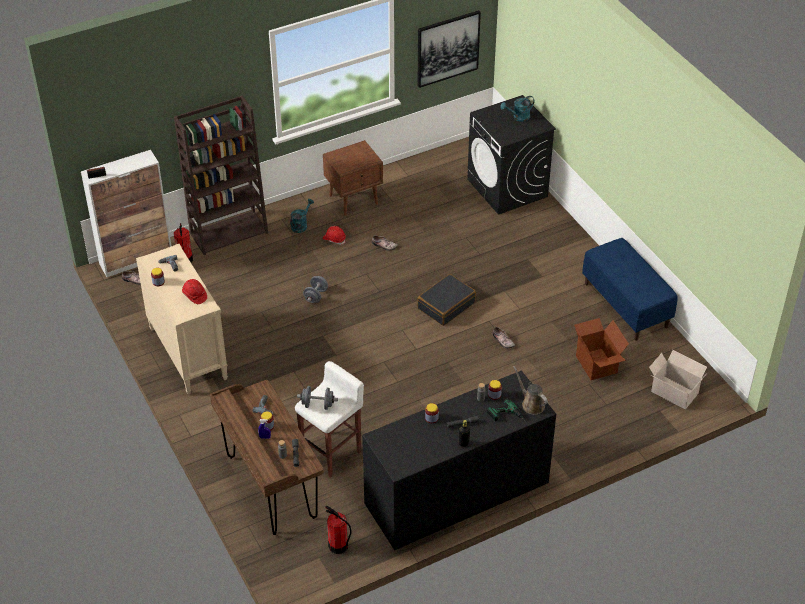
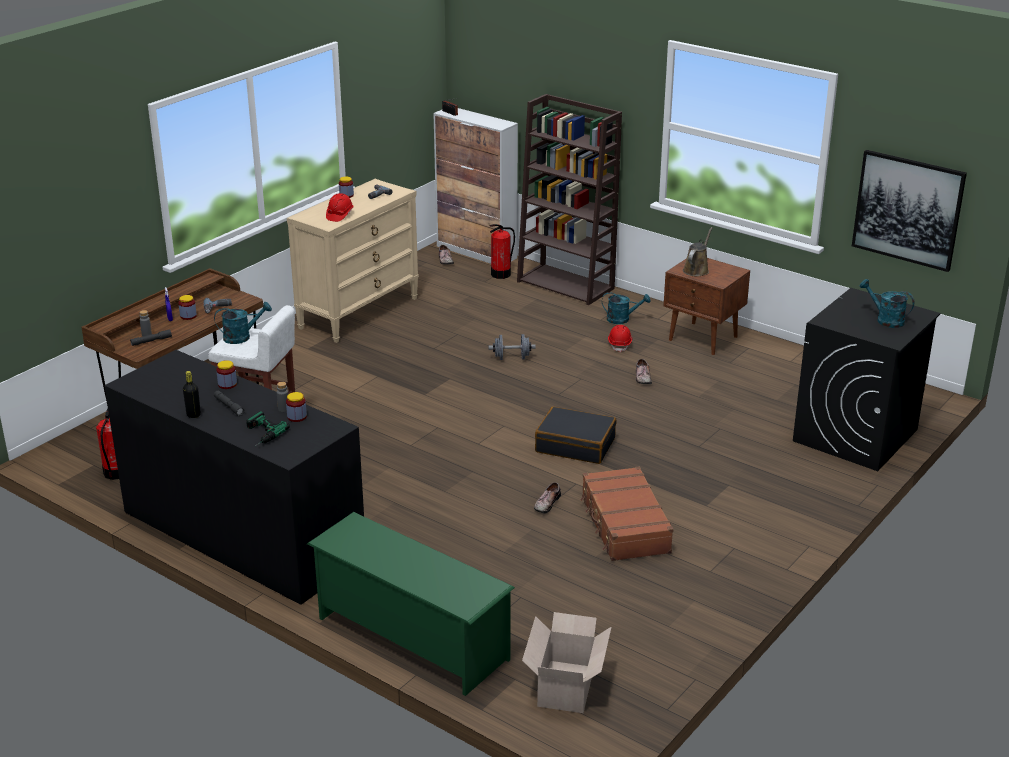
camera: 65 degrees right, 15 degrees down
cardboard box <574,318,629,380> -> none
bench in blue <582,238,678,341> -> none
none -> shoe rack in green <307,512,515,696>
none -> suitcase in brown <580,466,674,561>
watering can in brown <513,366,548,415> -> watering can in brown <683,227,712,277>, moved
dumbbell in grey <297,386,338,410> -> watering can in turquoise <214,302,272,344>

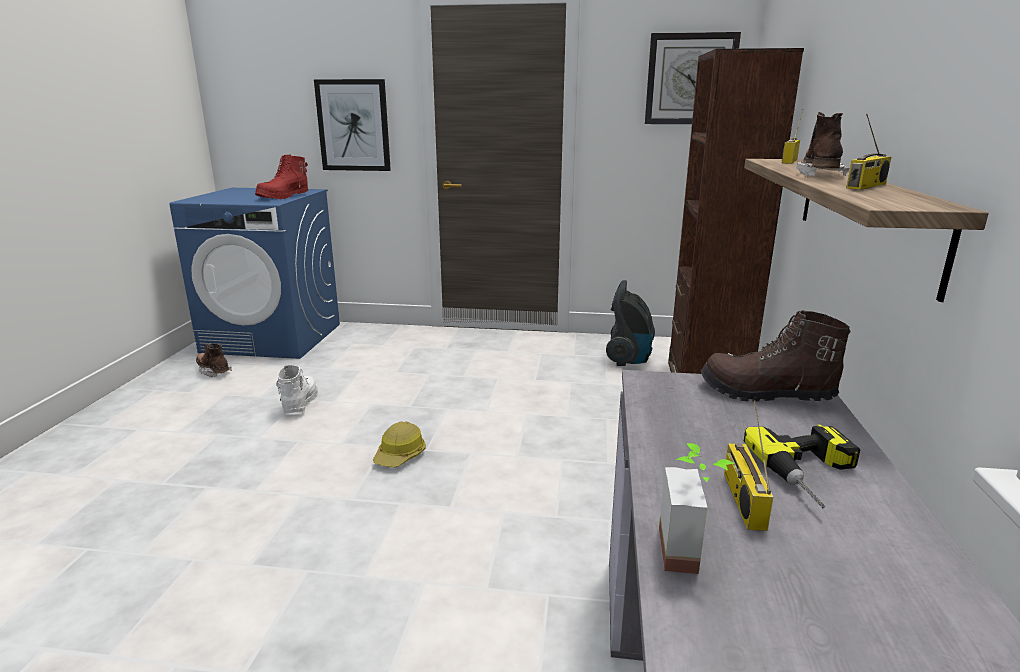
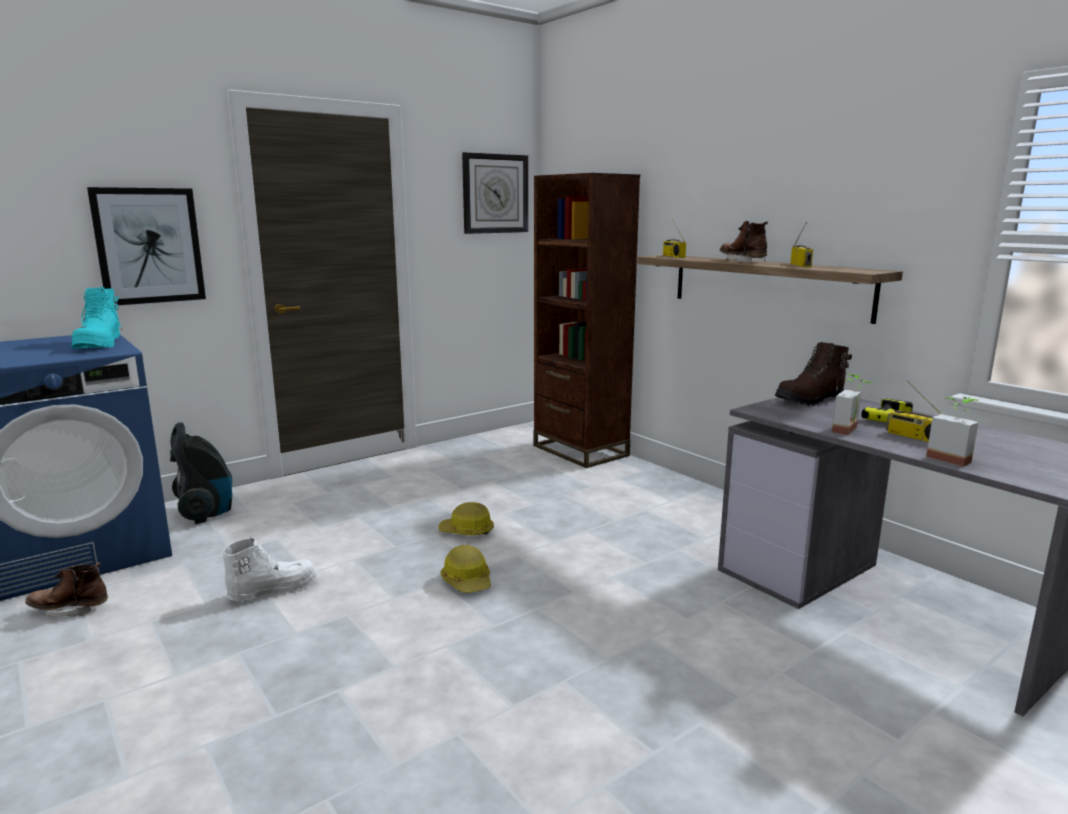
camera: 45 degrees left, 5 degrees down
none -> hard hat <439,502,494,535>
none -> potted plant <832,374,872,435>
vacuum cleaner <606,280,655,366> -> vacuum cleaner <170,422,232,524>, moved
boot in red <255,154,308,199> -> boot in turquoise <71,287,122,349>
boot in white <276,365,318,415> -> boot in white <222,537,318,601>, 105 degrees clockwise

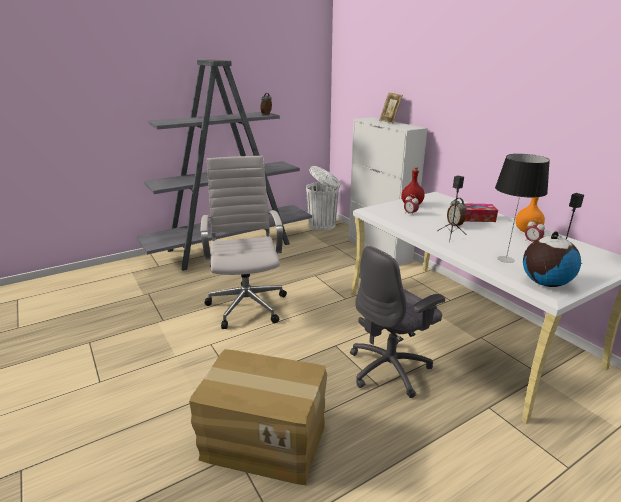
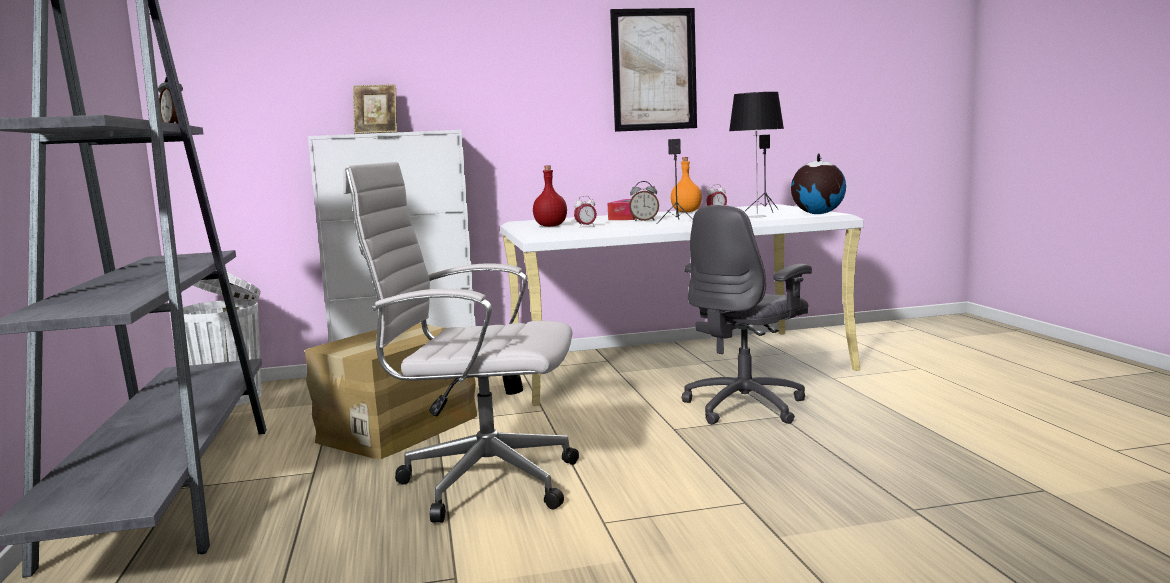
camera: 70 degrees left, 15 degrees down
none -> picture <610,8,697,132>
cardboard box <189,349,327,486> -> cardboard box <305,323,477,459>, moved
office chair in grey <350,246,445,398> -> office chair in grey <682,205,812,425>, 60 degrees clockwise

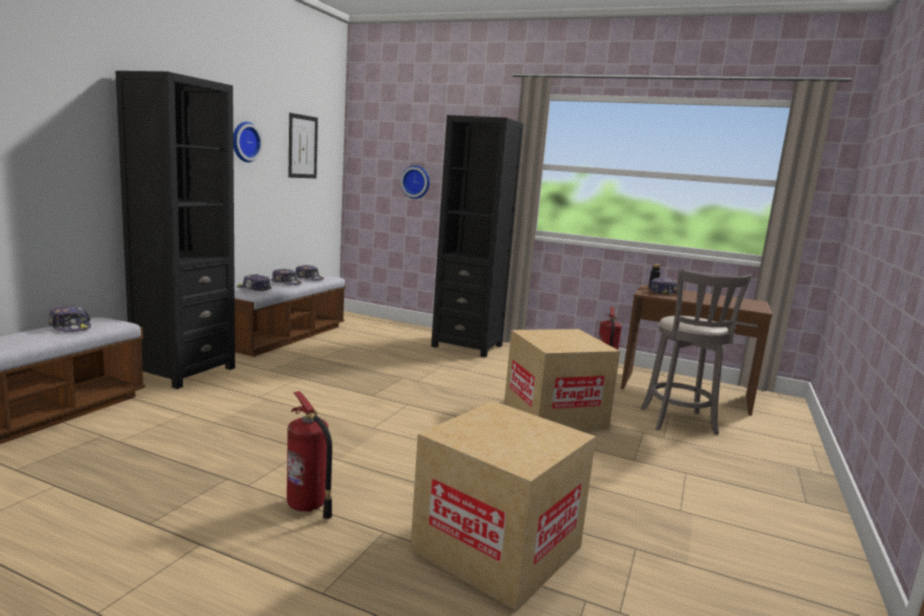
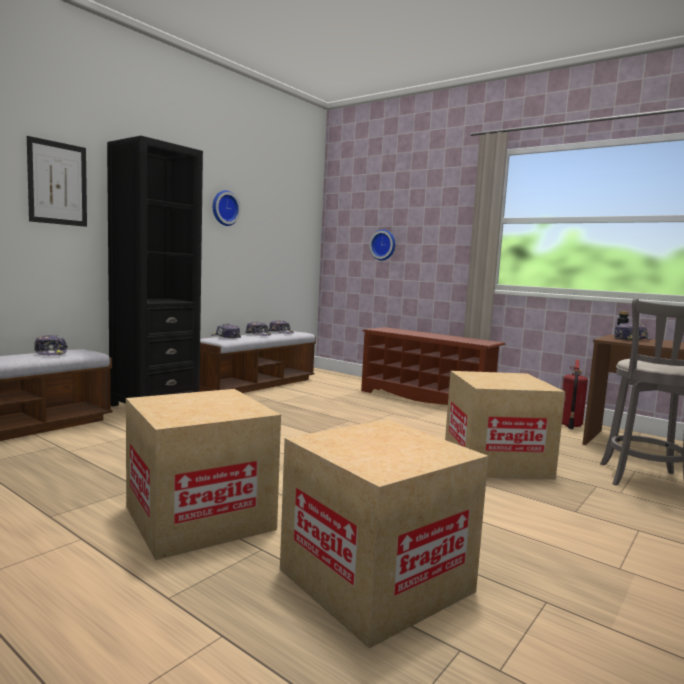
camera: 15 degrees right, 5 degrees down
picture <289,113,318,178> -> picture <27,136,87,227>, moved
fire extinguisher <287,391,332,519> -> cardboard box <126,389,281,560>
bookcase in black <431,115,524,357> -> shoe rack in brown <361,327,506,405>

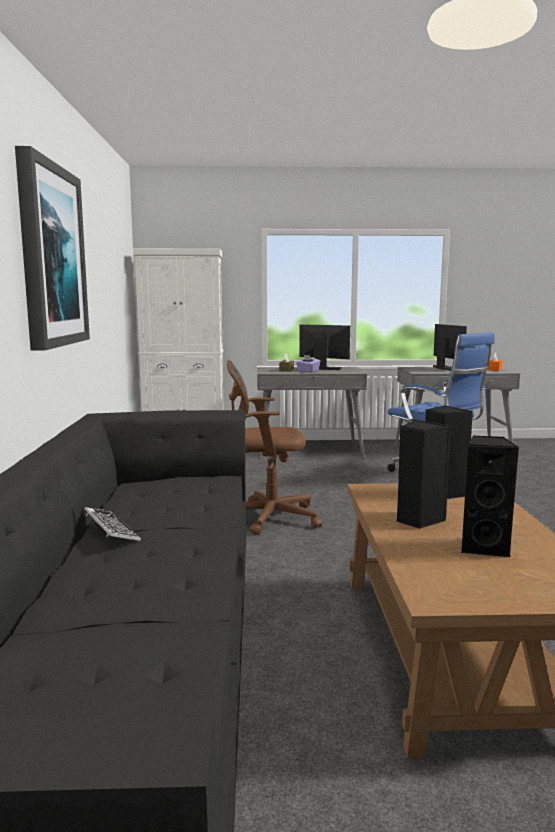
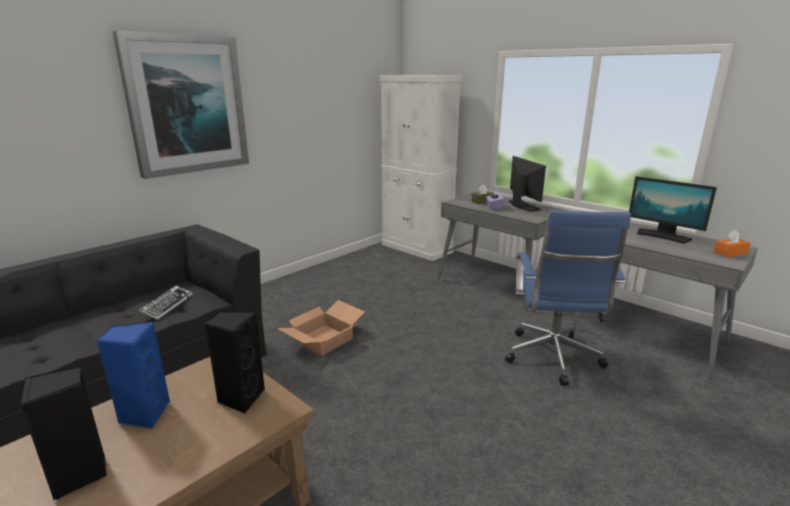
camera: 45 degrees right, 10 degrees up
keyboard <84,507,141,541> -> keyboard <139,285,193,320>, moved
office chair in brown <227,360,322,535> -> cardboard box <277,300,365,356>
speaker in black <396,420,451,529> -> speaker in blue <96,322,170,428>
monitor <433,324,467,371> -> monitor <629,176,717,244>, 105 degrees clockwise

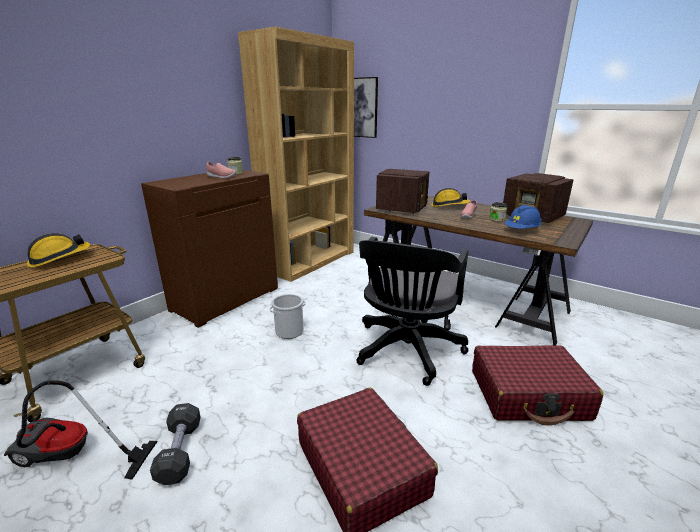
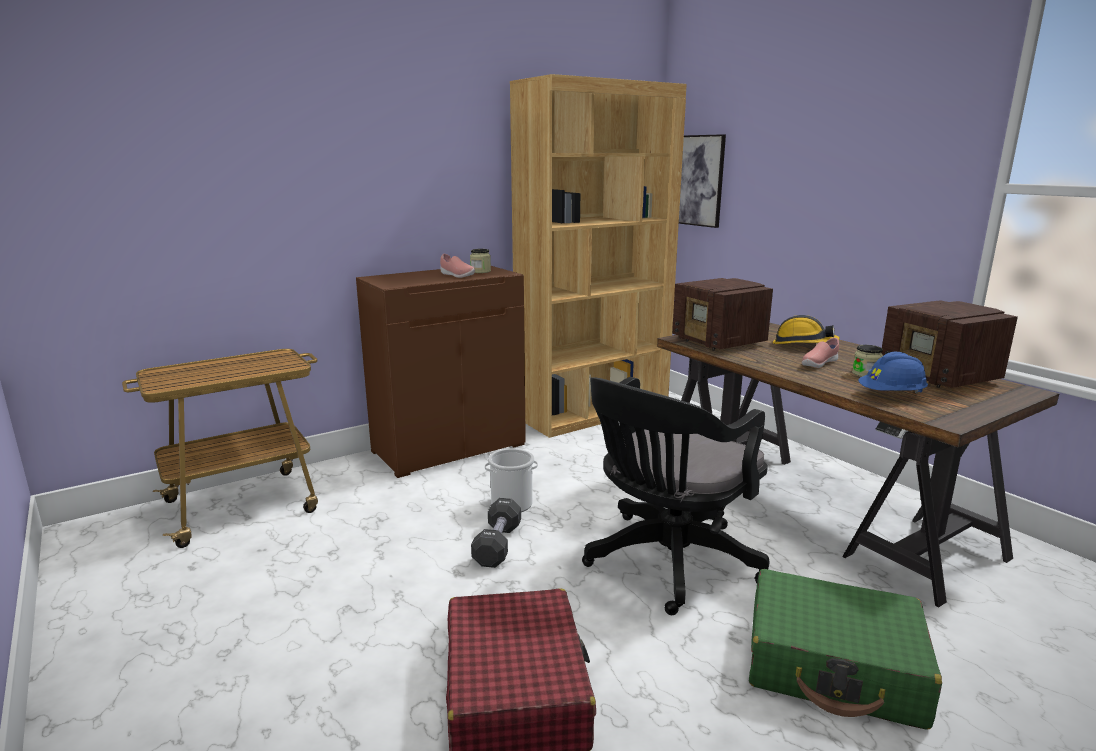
camera: 20 degrees right, 5 degrees down
vacuum cleaner <4,380,158,480> -> none
hard hat <27,233,90,268> -> none
dumbbell in black <150,403,201,485> -> dumbbell in black <471,498,521,568>, moved
suitcase in red <472,345,603,425> -> suitcase in green <749,569,942,730>
radio <376,169,430,214> -> radio <672,278,773,350>, 105 degrees clockwise

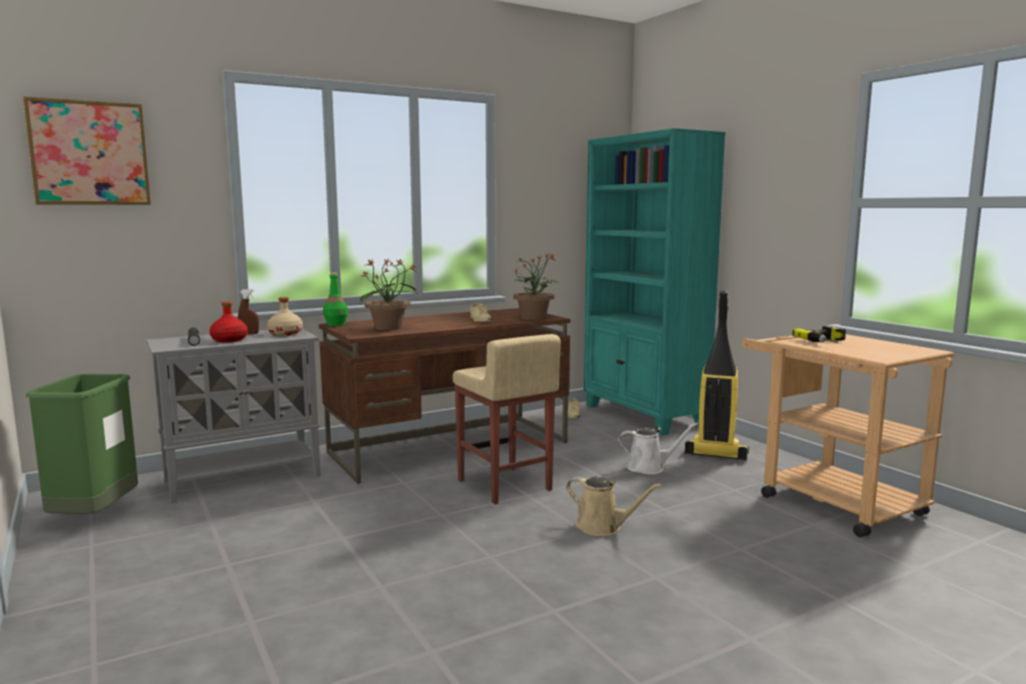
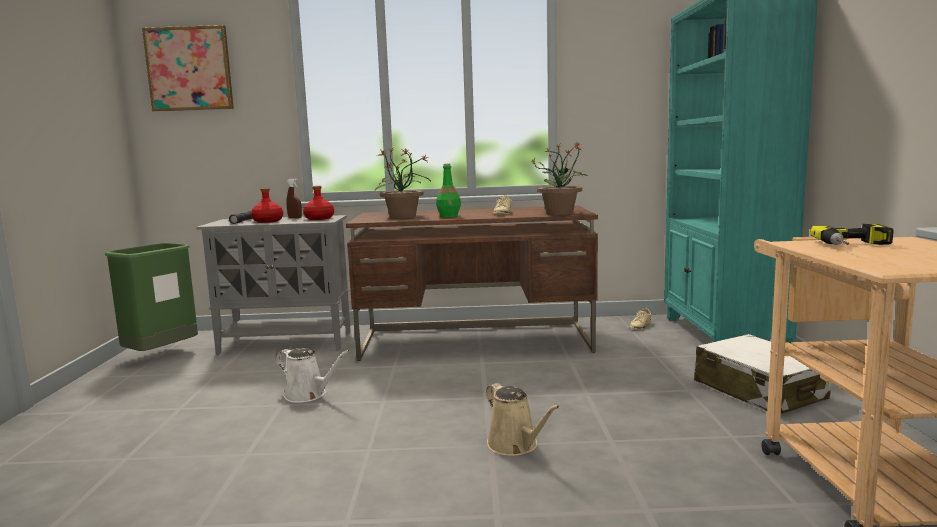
camera: 30 degrees right, 0 degrees up
stool in beige <453,334,561,504> -> none
bottle in green <323,273,348,326> -> bottle in green <436,163,461,218>, moved
watering can in white <618,423,698,474> -> watering can in white <275,348,350,403>, moved
vacuum cleaner <685,291,749,461> -> suitcase in white <694,334,831,414>
bottle in beige <267,297,303,336> -> bottle in red <303,186,334,220>

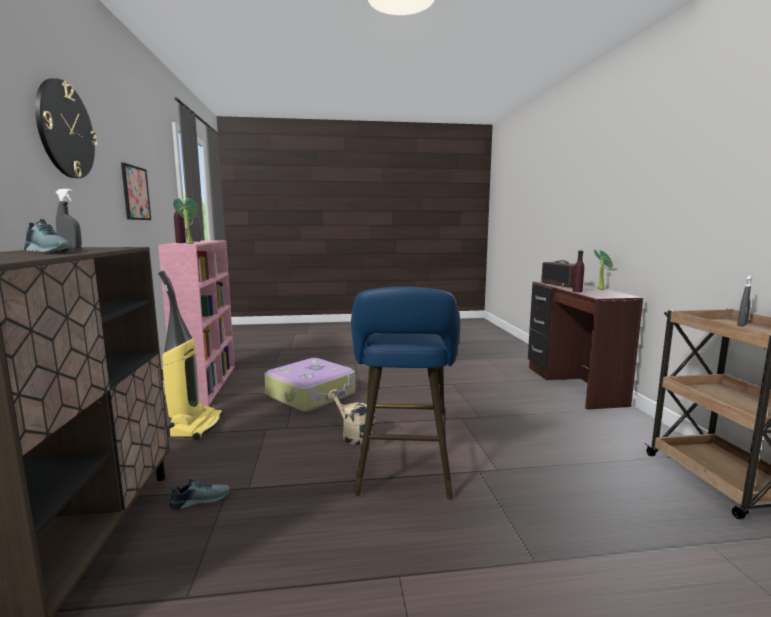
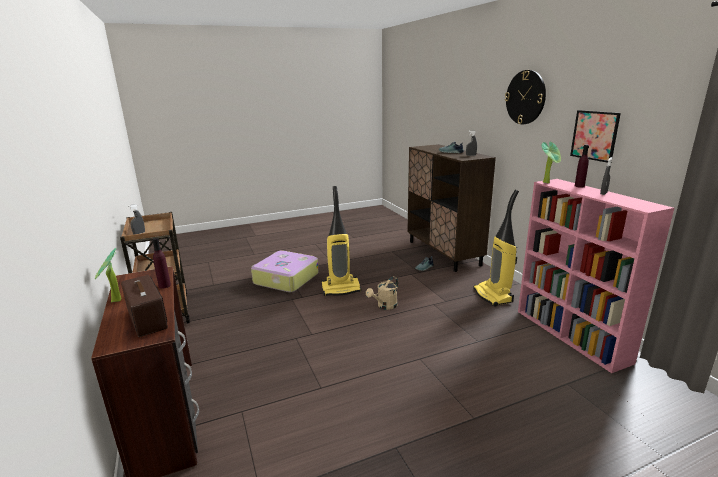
camera: 165 degrees right, 10 degrees up
suitcase <264,358,355,412> -> suitcase <251,250,319,292>, moved
stool in blue <351,286,460,500> -> vacuum cleaner <322,186,362,296>
watering can in beige <327,389,375,445> -> watering can in beige <366,277,398,310>, 105 degrees clockwise

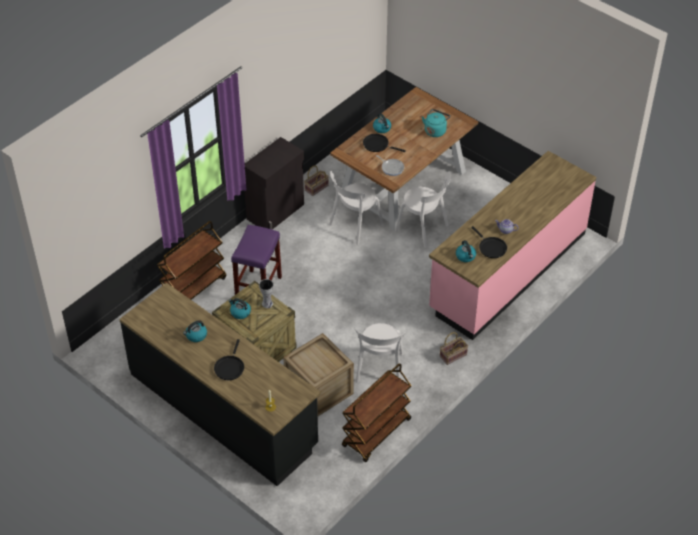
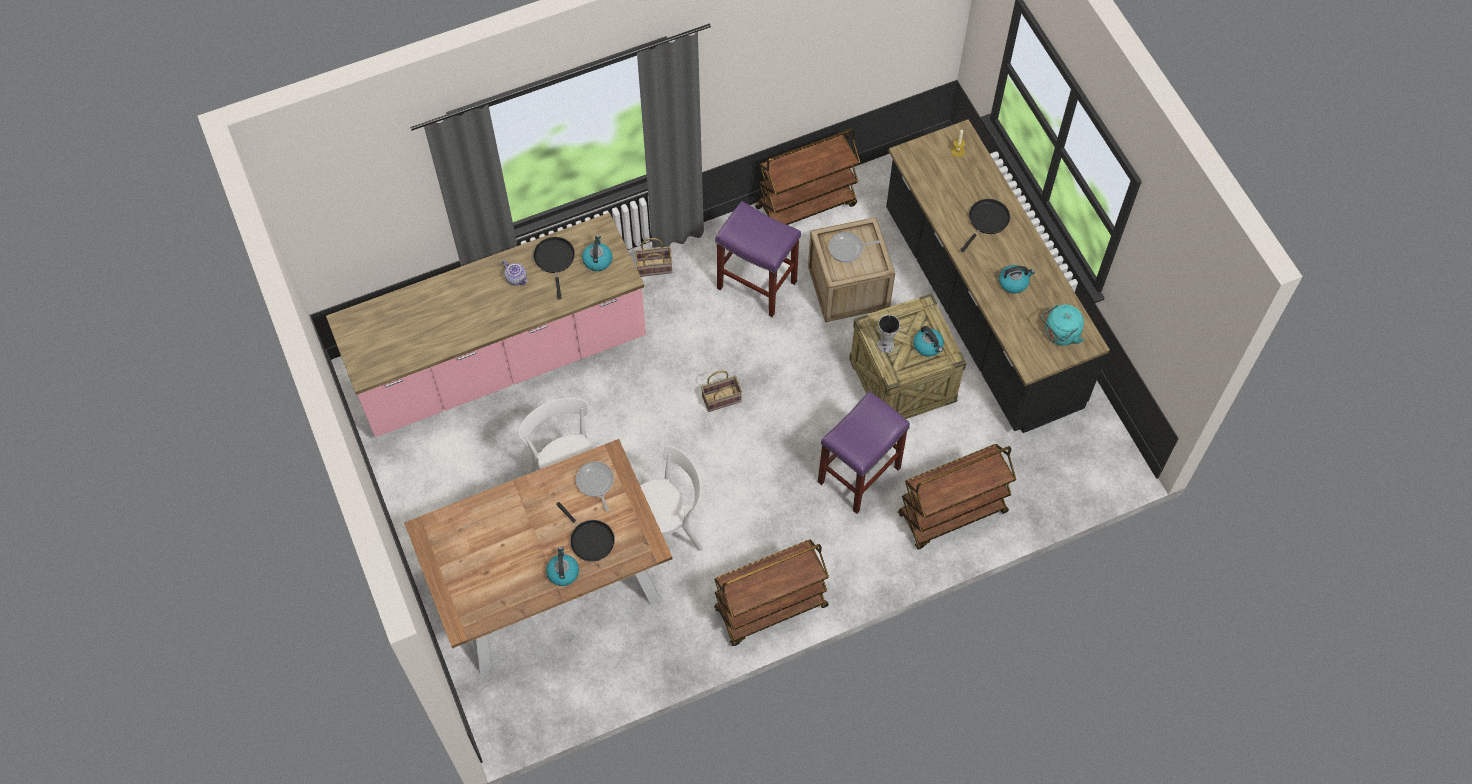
camera: 155 degrees left, 15 degrees up
none -> frying pan <828,232,881,263>
basket <304,166,329,196> -> basket <701,371,742,412>, moved
kettle in turquoise <422,109,450,137> -> kettle in turquoise <1041,305,1084,346>, moved
cabinet in black <245,137,304,229> -> cart in brown <714,540,829,646>
chair in white <354,323,405,383> -> stool in purple <715,201,801,317>

